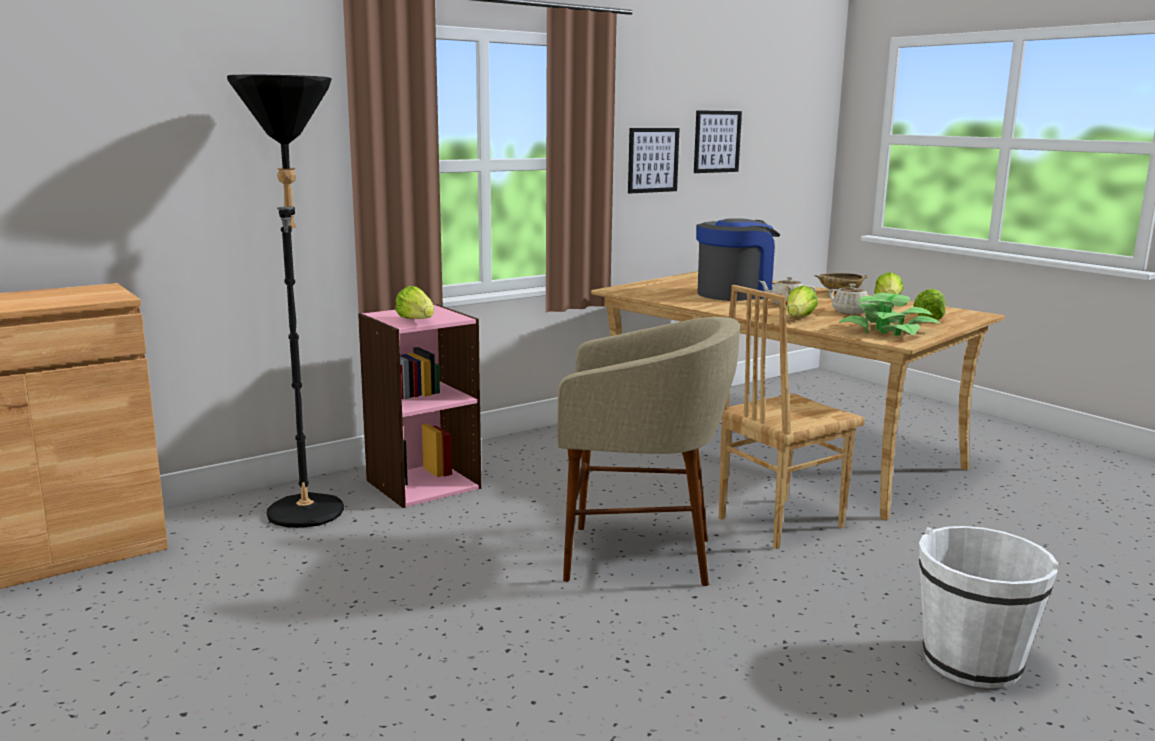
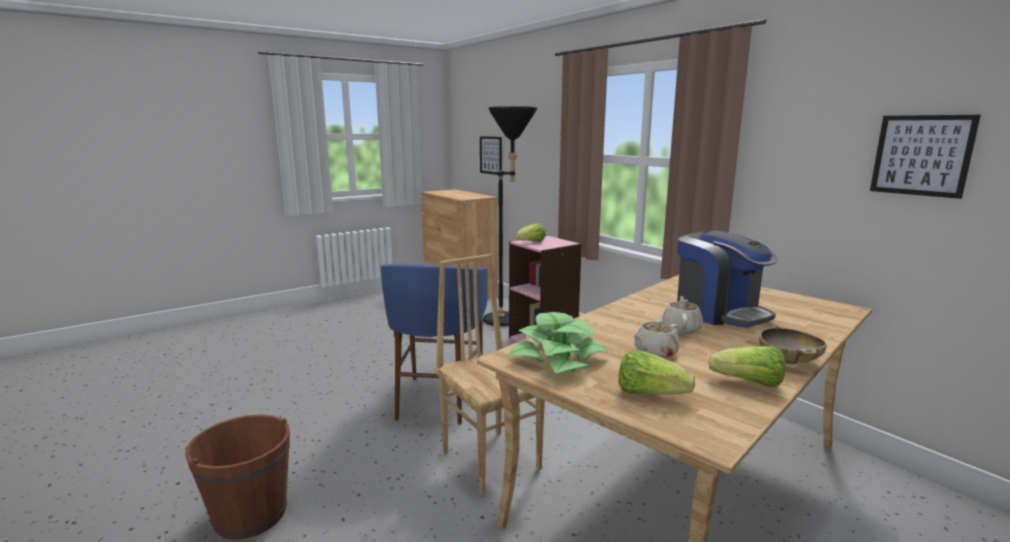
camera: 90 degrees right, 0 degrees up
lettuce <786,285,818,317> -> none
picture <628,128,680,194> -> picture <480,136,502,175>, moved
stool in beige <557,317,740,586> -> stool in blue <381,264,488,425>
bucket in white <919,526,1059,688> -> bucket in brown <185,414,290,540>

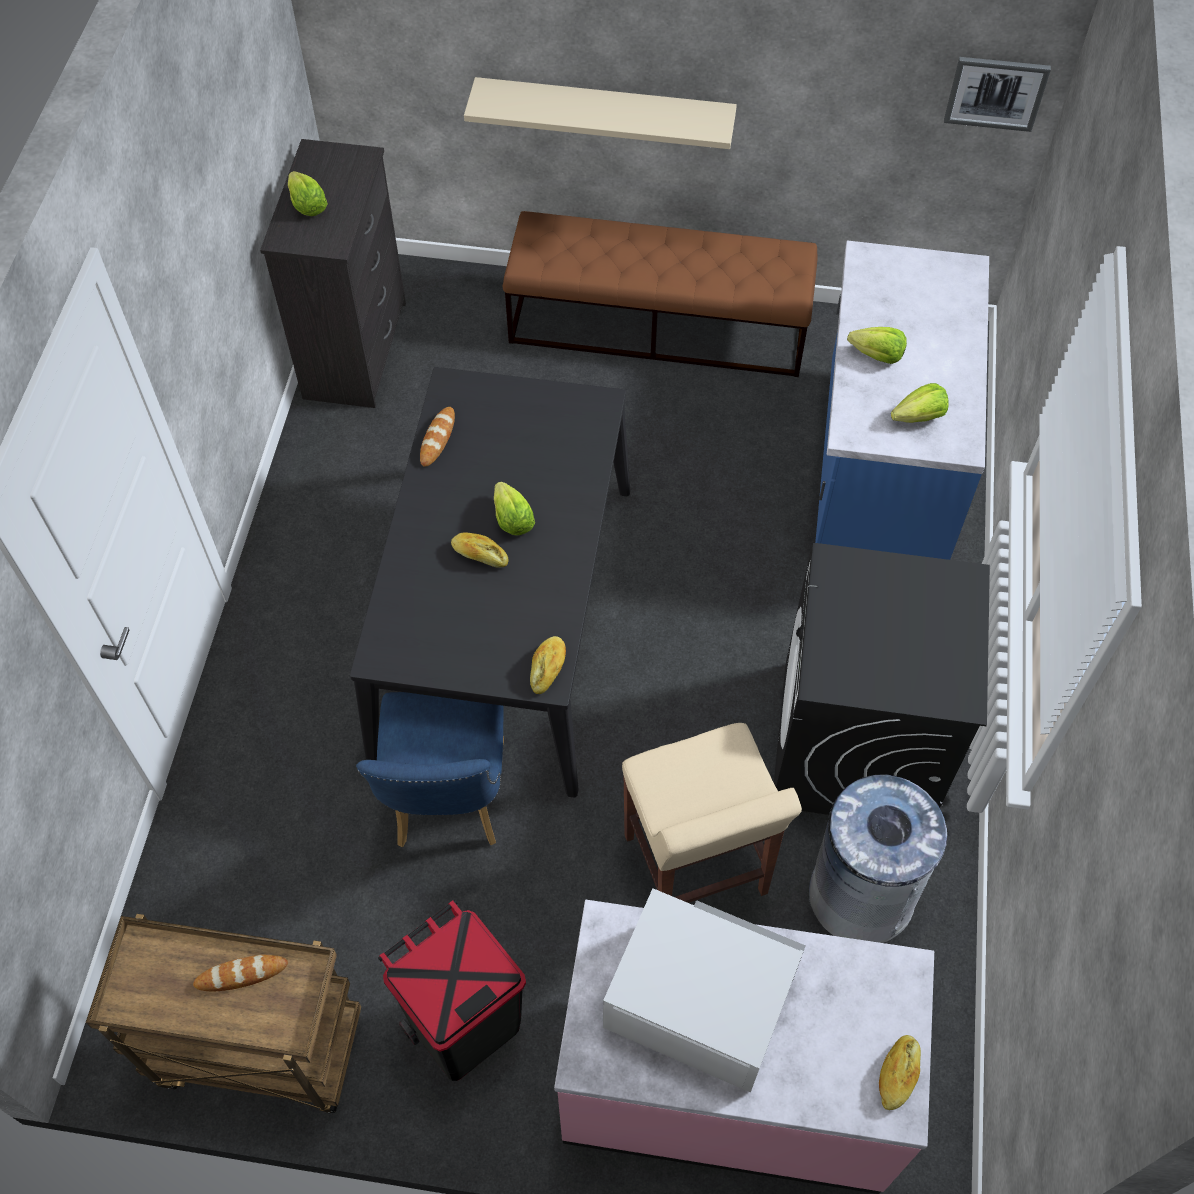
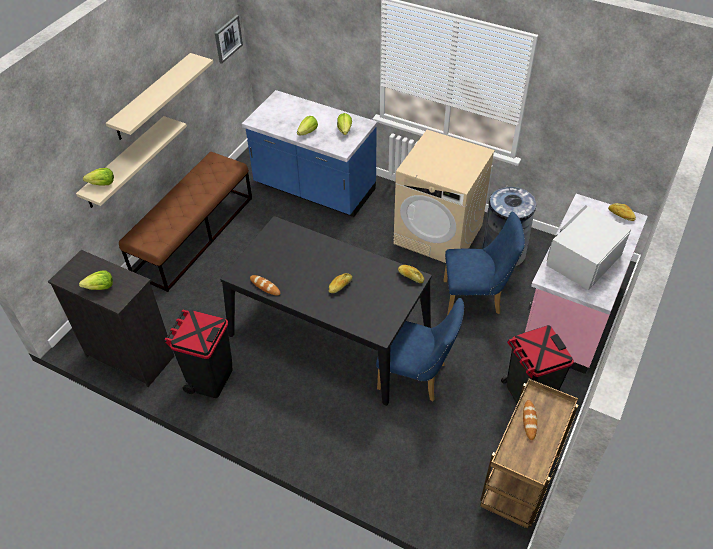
camera: 70 degrees left, 10 degrees down
none -> shelf in beige <106,53,213,140>
none -> trash can in black <164,310,233,398>
lettuce <494,482,535,536> -> lettuce <83,168,114,186>, moved
stool in beige <622,723,802,903> -> chair in blue <444,212,525,315>
washing machine in black <774,543,990,815> -> washing machine in beige <393,130,495,263>

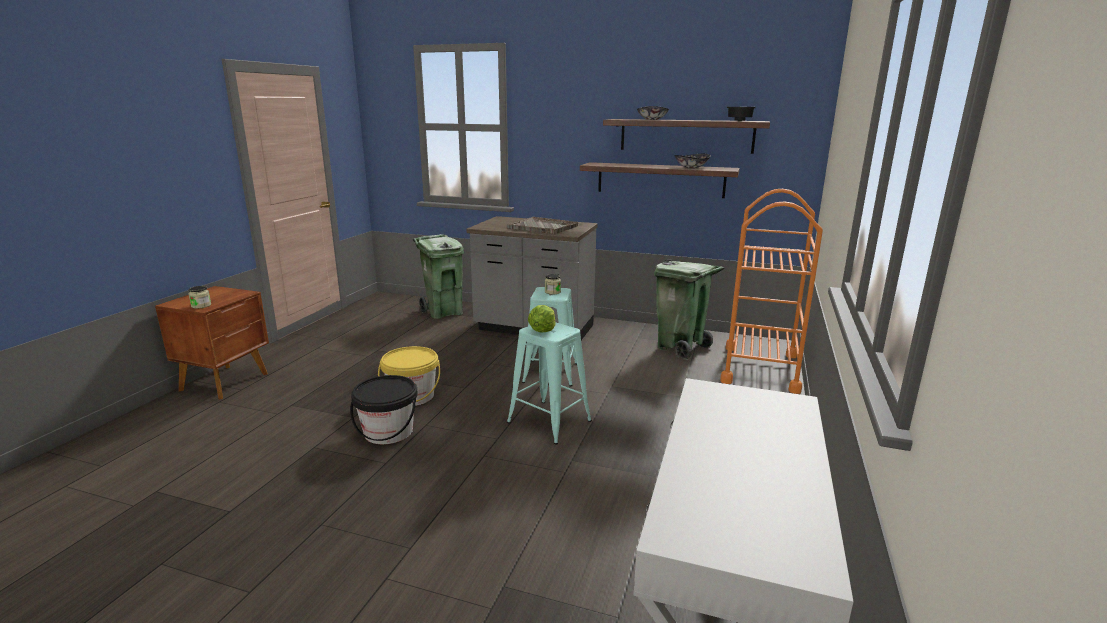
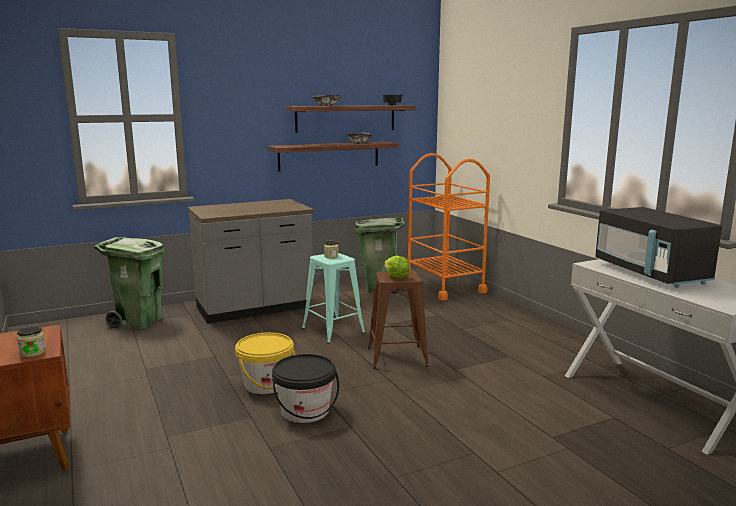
camera: 45 degrees left, 5 degrees down
tray in grey <507,217,578,234> -> none
none -> microwave in black <595,207,722,288>
stool in turquoise <507,322,592,444> -> stool in brown <368,271,429,369>

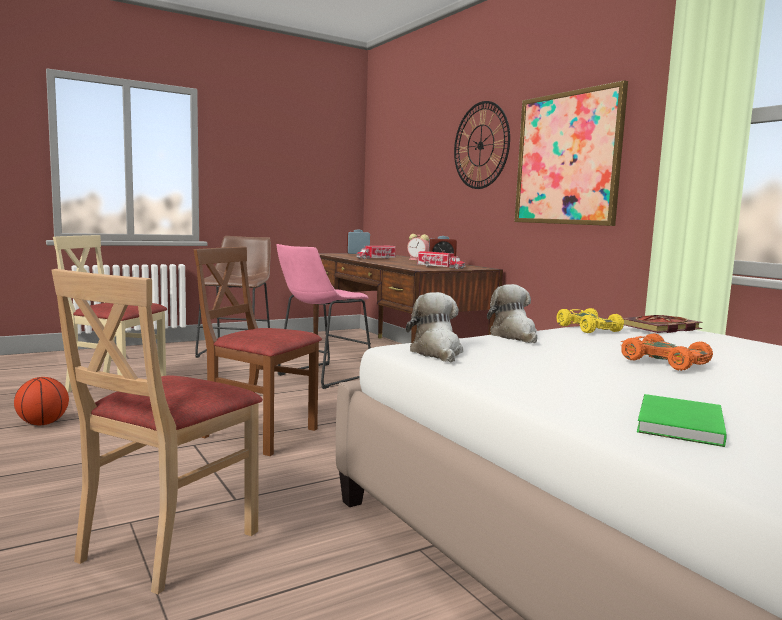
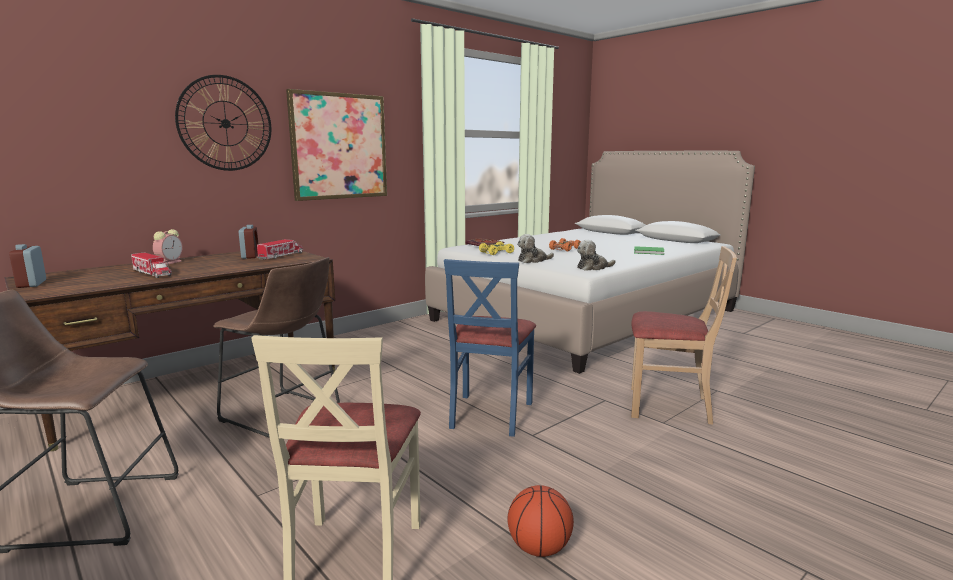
camera: 100 degrees left, 5 degrees up
chair in brown <194,247,322,456> -> chair in blue <444,259,536,437>
stool in pink <276,244,371,389> -> stool in brown <214,257,340,438>

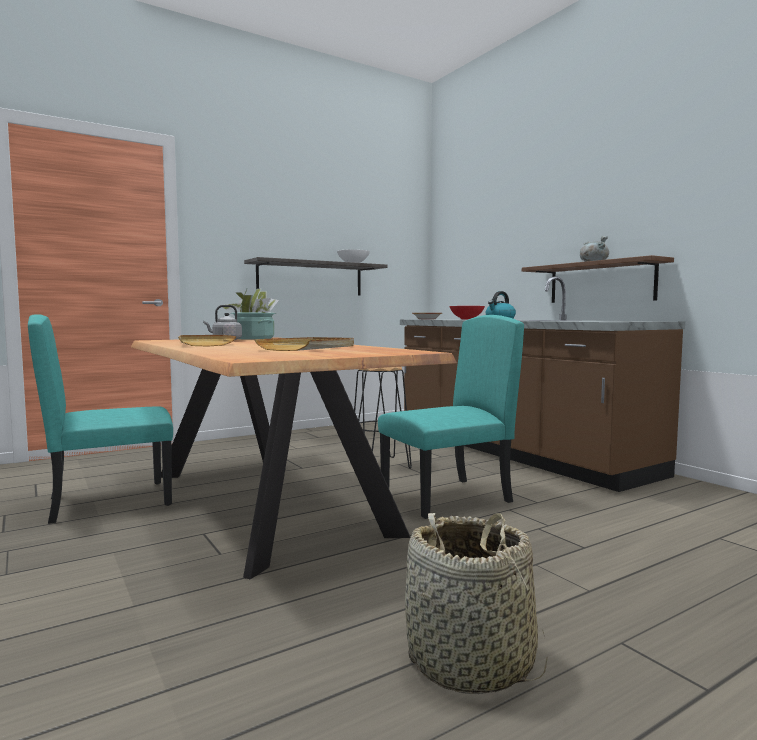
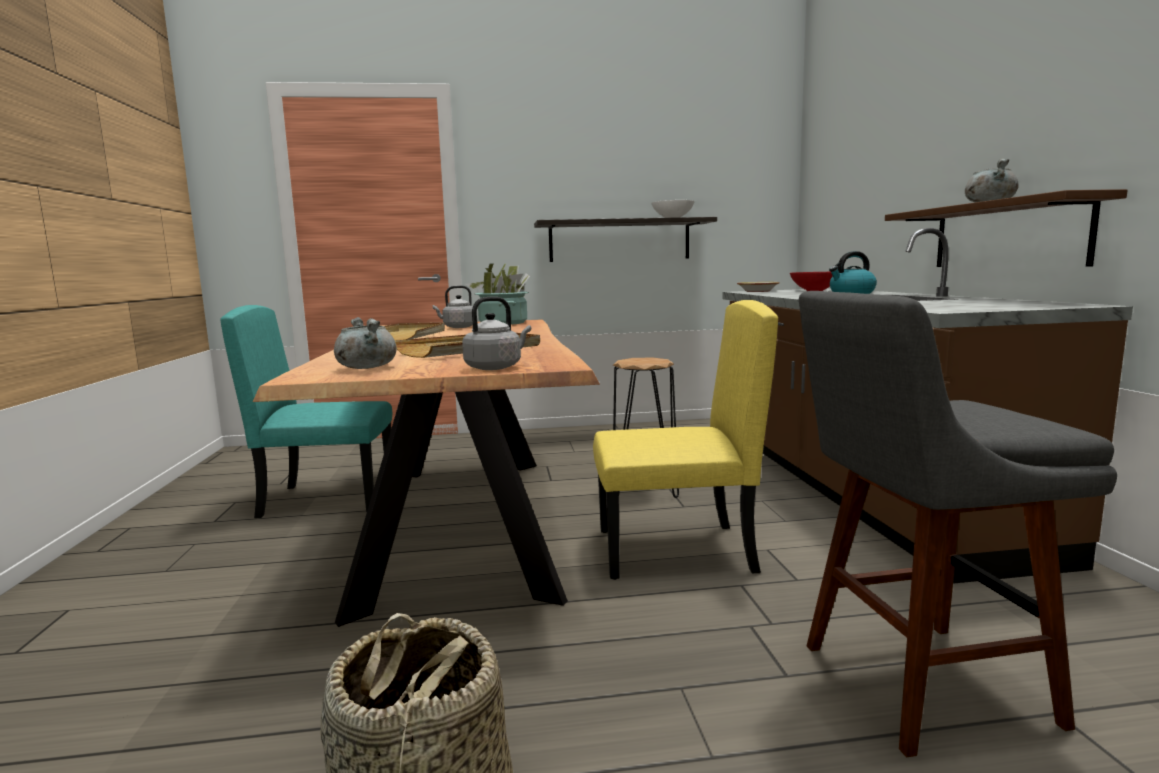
camera: 25 degrees right, 5 degrees up
none -> cooking pot in grey <334,317,397,369>
none -> kettle in grey <462,297,531,370>
none -> stool in grey <799,291,1117,757>
chair in turquoise <378,315,524,519> -> chair in yellow <593,300,778,580>

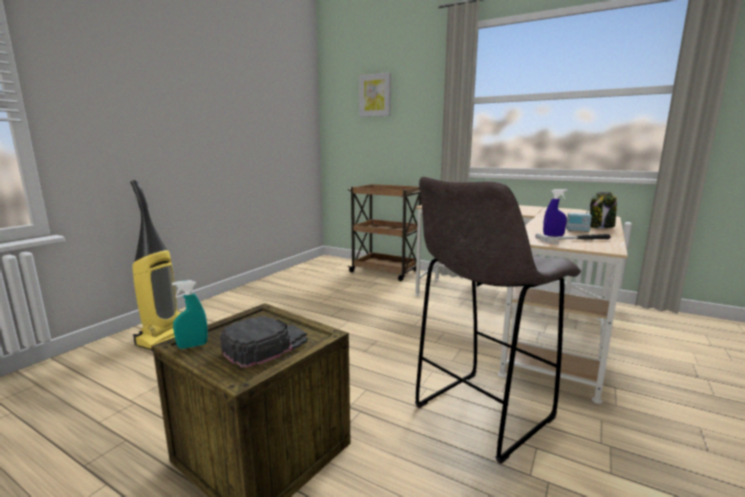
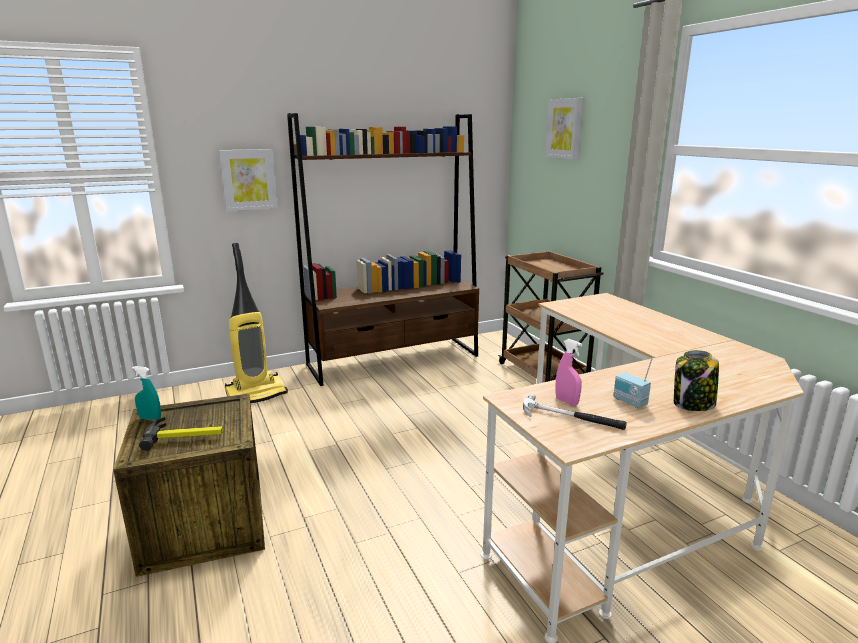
camera: 35 degrees right, 5 degrees up
stool in grey <415,177,581,464> -> none
none -> picture <219,149,278,211>
none -> bookcase in brown <287,113,479,386>
cap in black <220,316,308,368> -> hammer <139,417,223,451>
spray bottle in blue <543,189,568,237> -> spray bottle in pink <555,339,582,406>

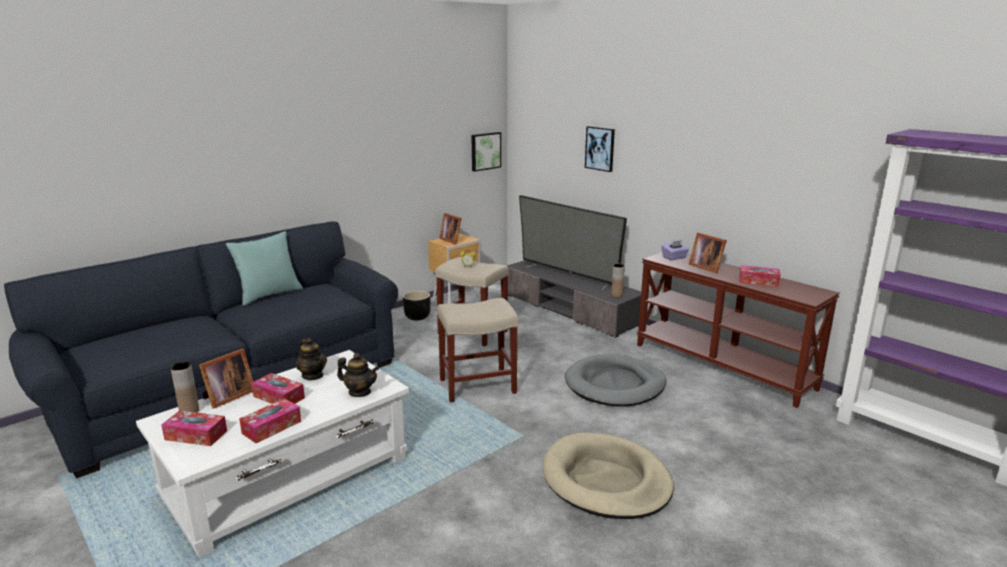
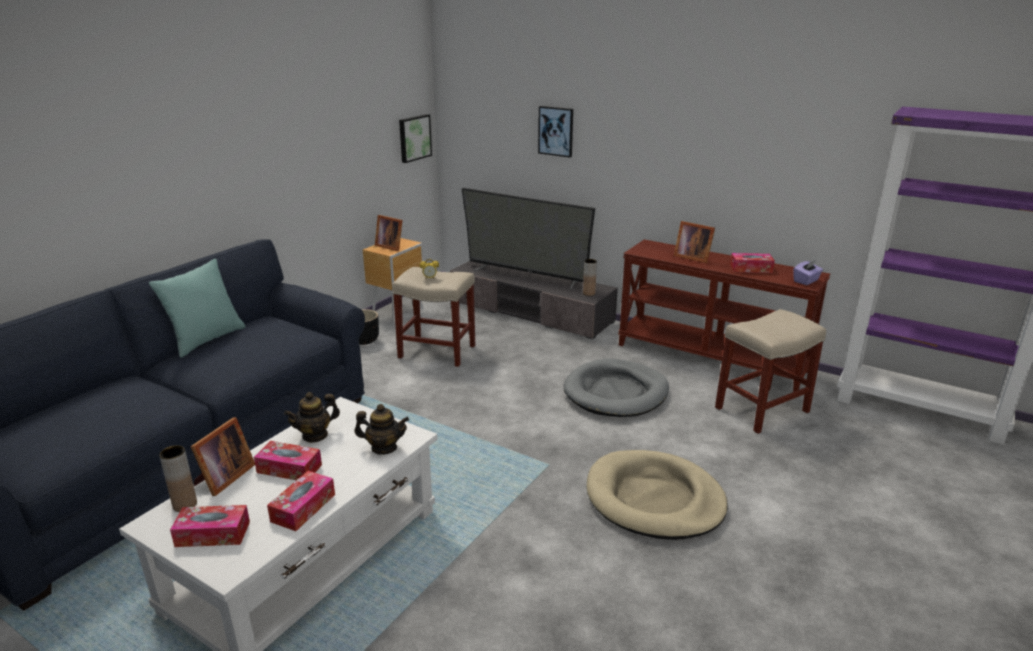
camera: 15 degrees left, 5 degrees up
stool in beige <437,298,519,403> -> stool in beige <715,309,826,434>, moved
tissue box in purple <662,240,689,260> -> tissue box in purple <793,260,823,285>, moved
teapot <295,338,327,380> -> teapot <284,392,340,443>, 105 degrees clockwise

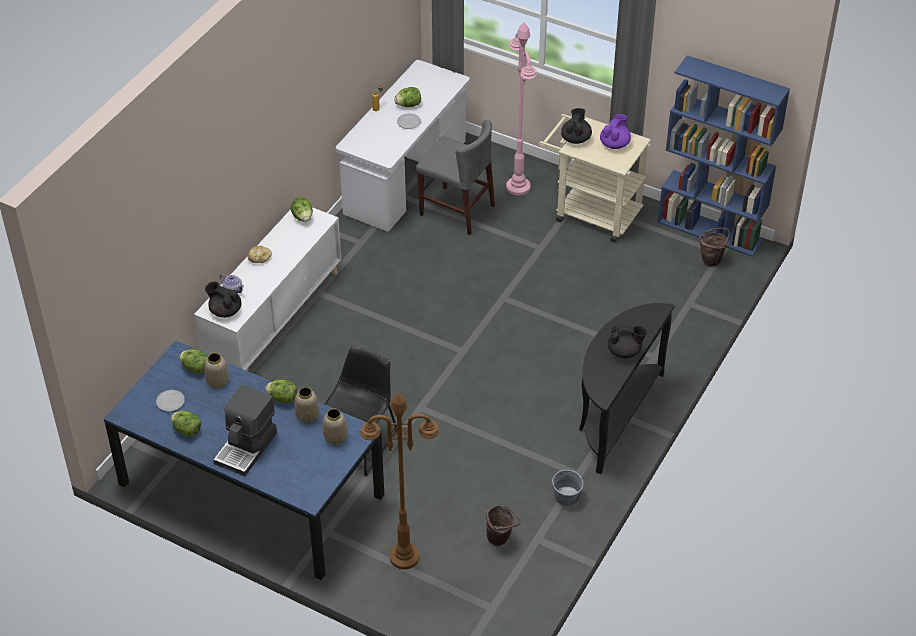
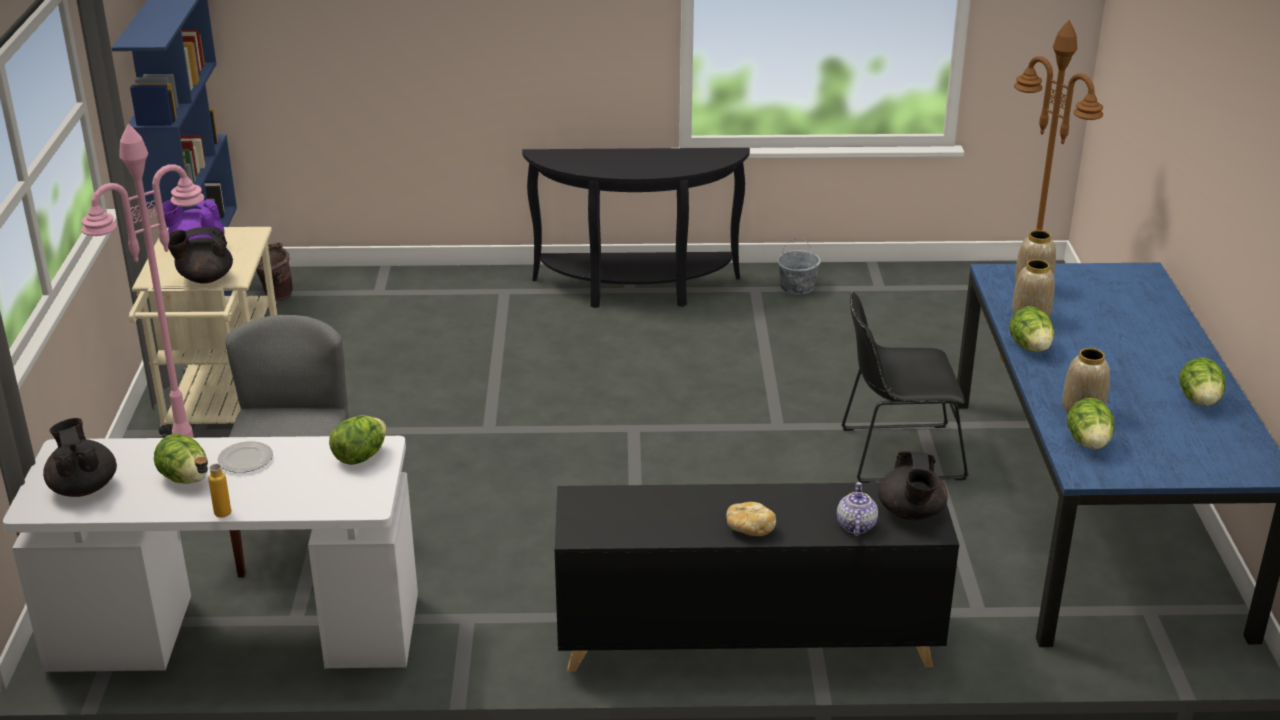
camera: 120 degrees left, 15 degrees down
plate <156,390,185,411> -> none
coffee machine <213,384,277,476> -> none
bucket in brown <486,505,521,546> -> none
lettuce <291,197,313,222> -> lettuce <329,415,387,465>, moved
teapot in black <608,324,647,358> -> teapot in black <43,418,117,497>, moved
cabinet in white <194,207,341,371> -> cabinet in black <555,483,959,672>

